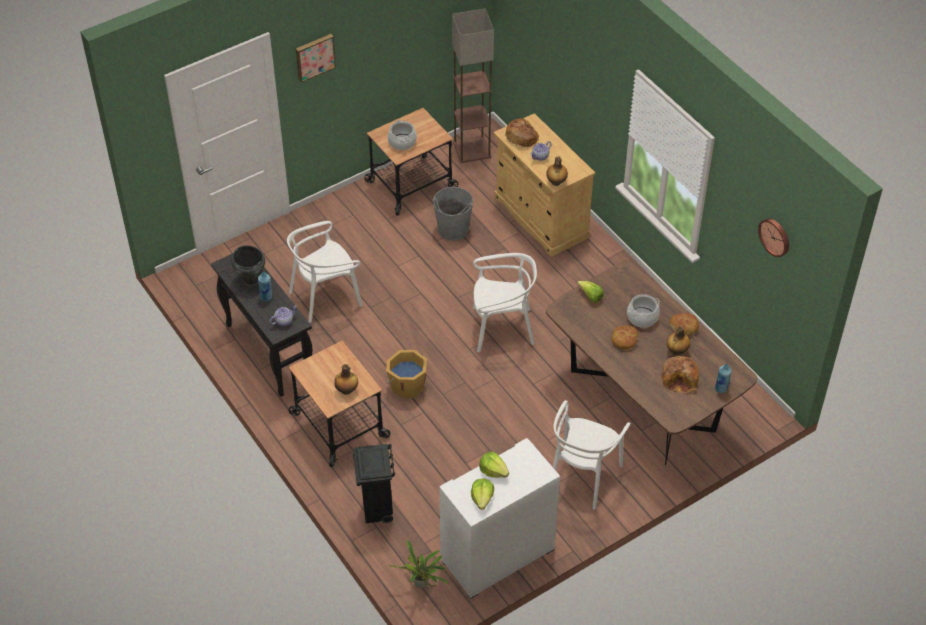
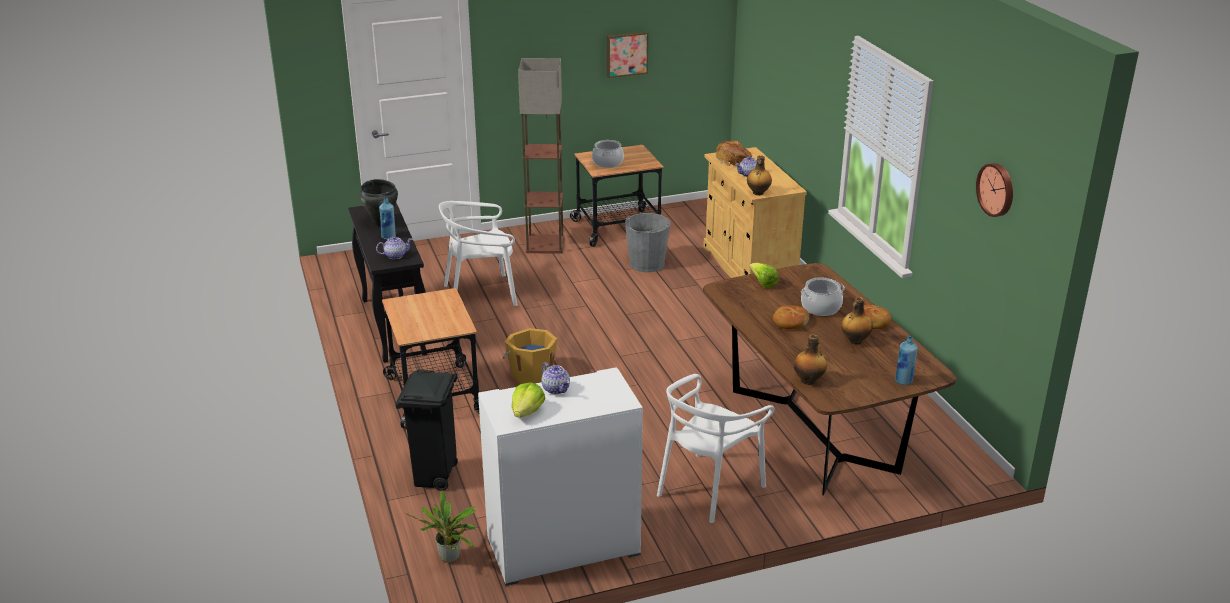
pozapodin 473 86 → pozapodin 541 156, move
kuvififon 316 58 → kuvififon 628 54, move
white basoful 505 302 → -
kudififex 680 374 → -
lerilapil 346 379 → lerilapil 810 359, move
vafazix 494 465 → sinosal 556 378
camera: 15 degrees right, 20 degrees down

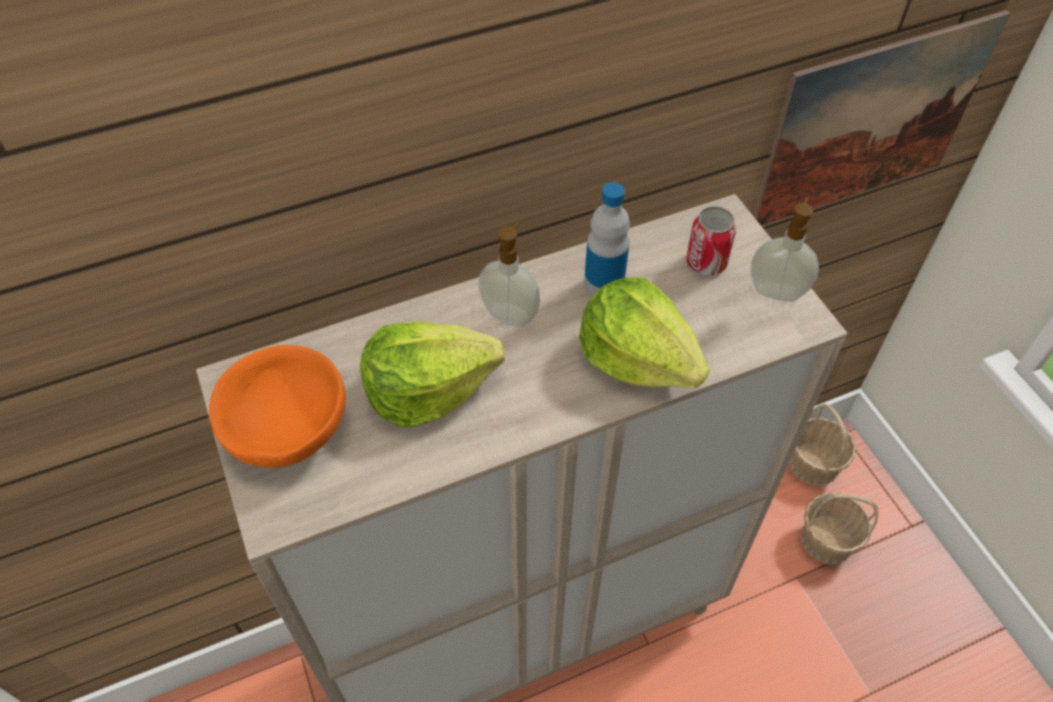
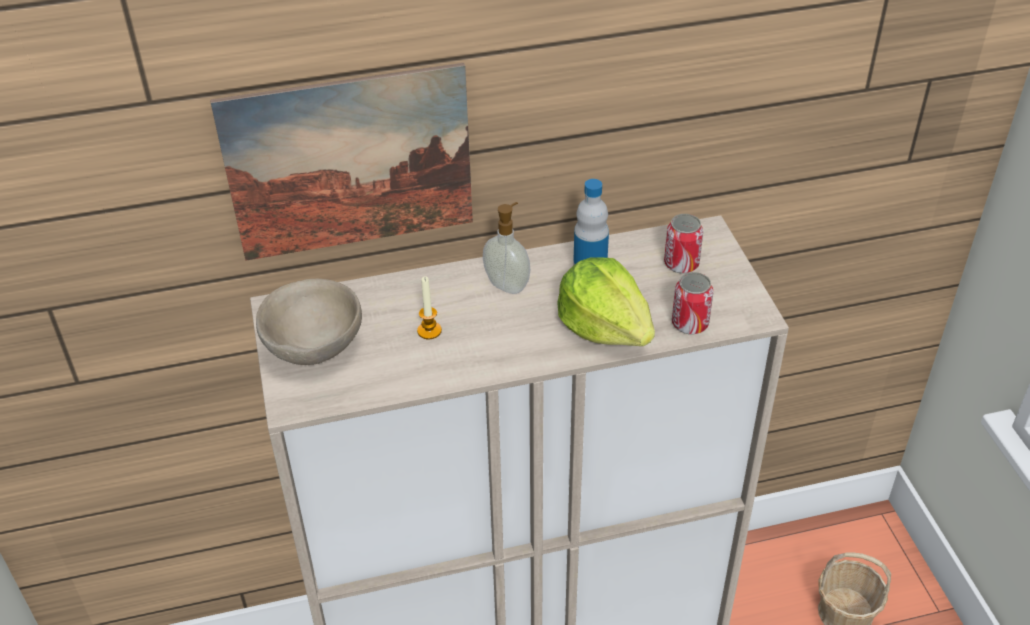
kuvififon 882 117 → kuvififon 341 162, move
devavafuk 785 249 → -
vafazix 432 374 → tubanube 429 308
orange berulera 277 406 → beige berulera 309 322
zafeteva 822 445 → -
- → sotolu 692 303
camera: 10 degrees right, 10 degrees down

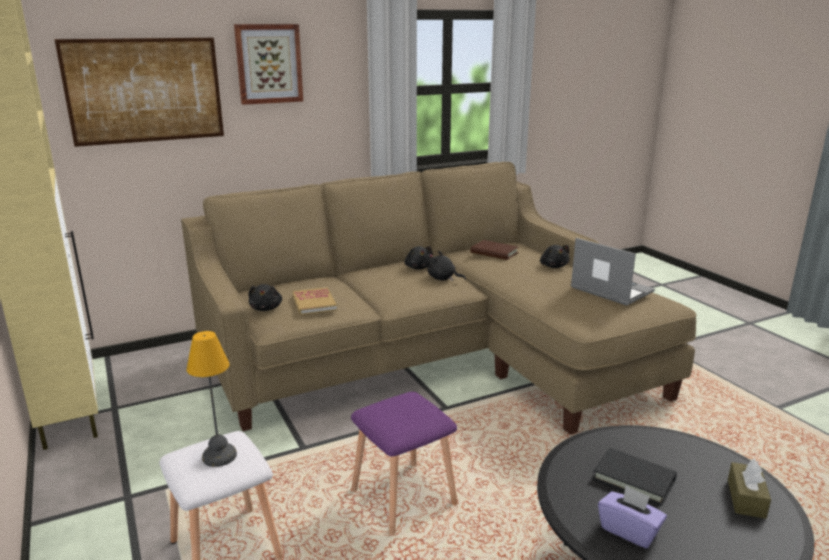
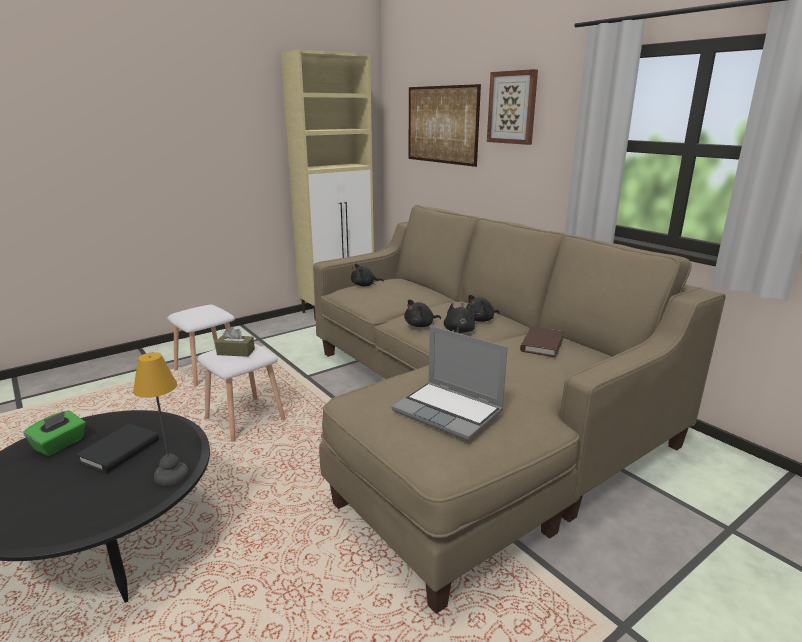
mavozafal 613 272 → mavozafal 450 383, 90 degrees clockwise
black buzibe 555 256 → black buzibe 422 313, move
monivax 314 301 → -
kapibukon 212 399 → kapibukon 161 418, move
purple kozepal 404 463 → white kozepal 241 392
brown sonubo 749 489 → brown sonubo 235 342, move
purple sonubo 632 516 → green sonubo 54 433
camera: 80 degrees right, 0 degrees up

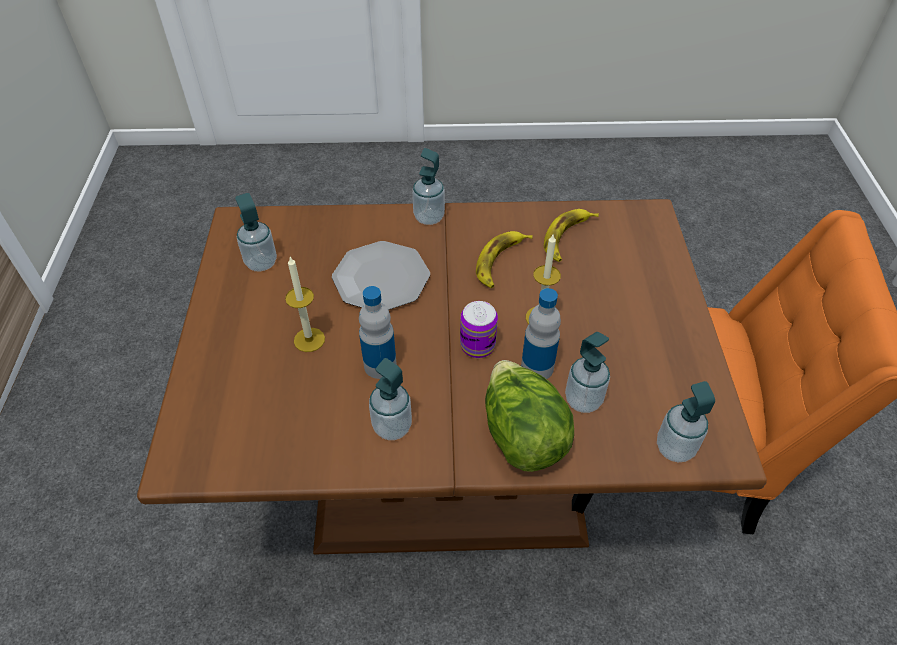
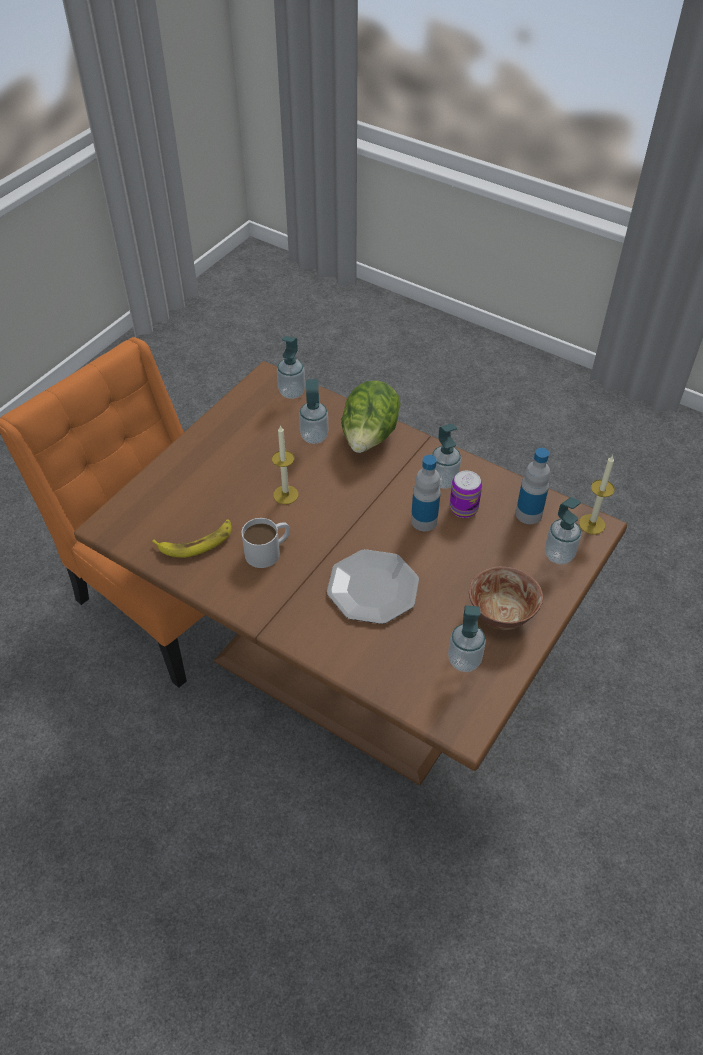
devavafuk 428 186 → devavafuk 563 531, move
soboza 504 259 → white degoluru 266 543
tubanube 305 304 → tubanube 596 494, move
lerilapil 541 333 → lerilapil 533 486, move
sotolu 479 329 → sotolu 466 494, move
- → berulera 506 598
camera: 145 degrees left, 0 degrees up

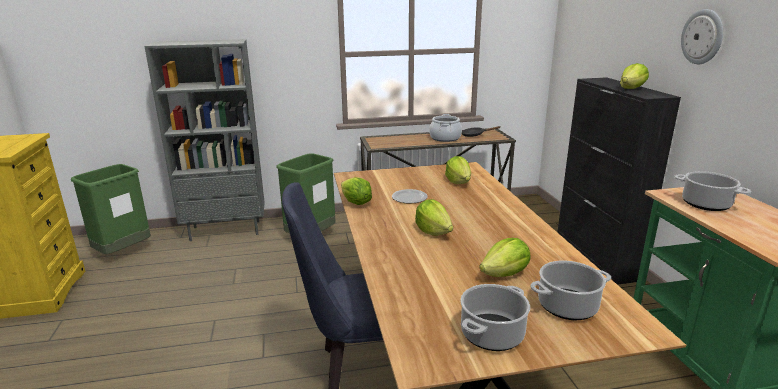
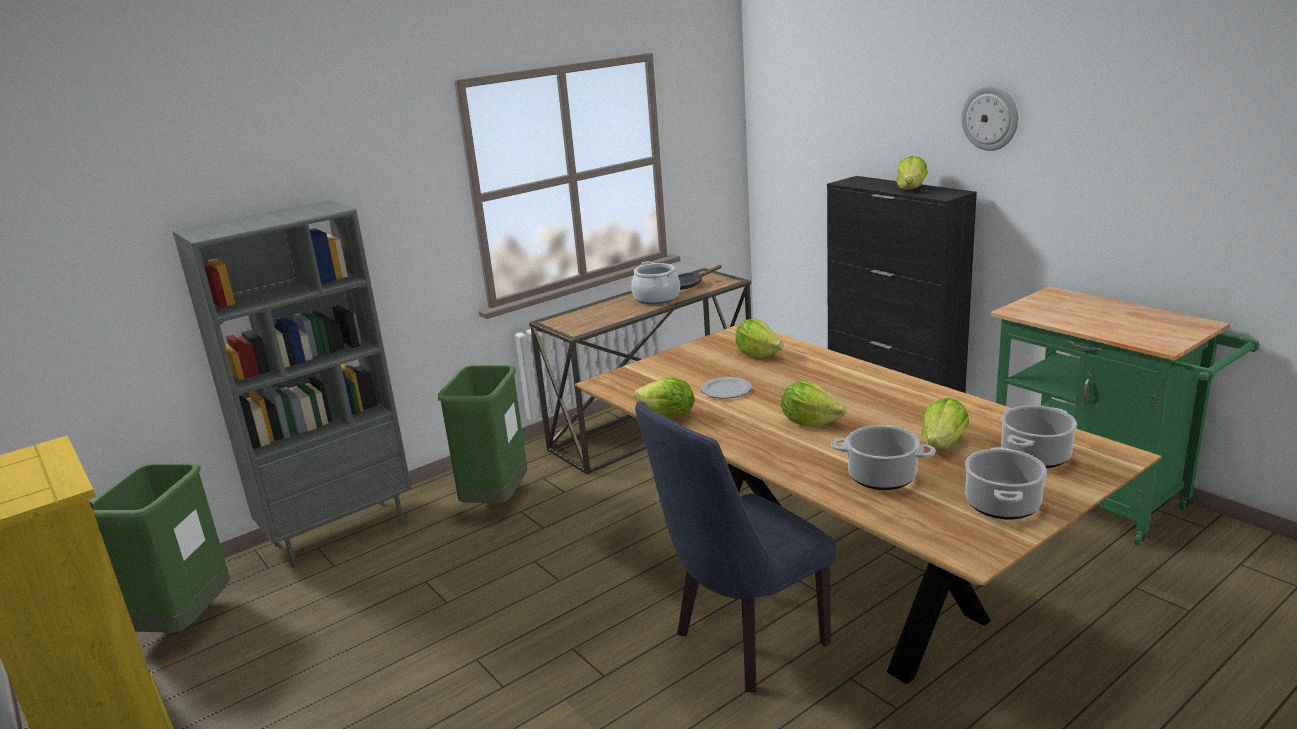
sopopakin 712 191 → sopopakin 883 457, move
camera: 25 degrees left, 0 degrees up

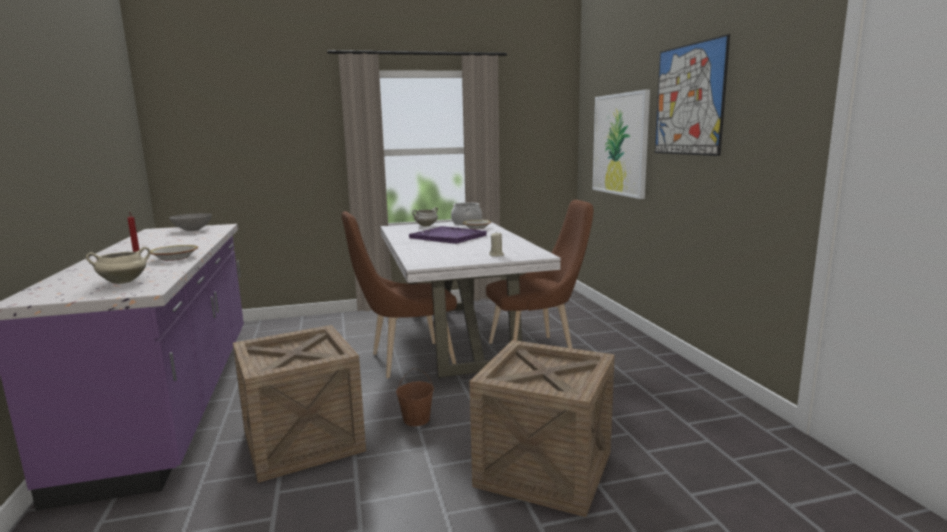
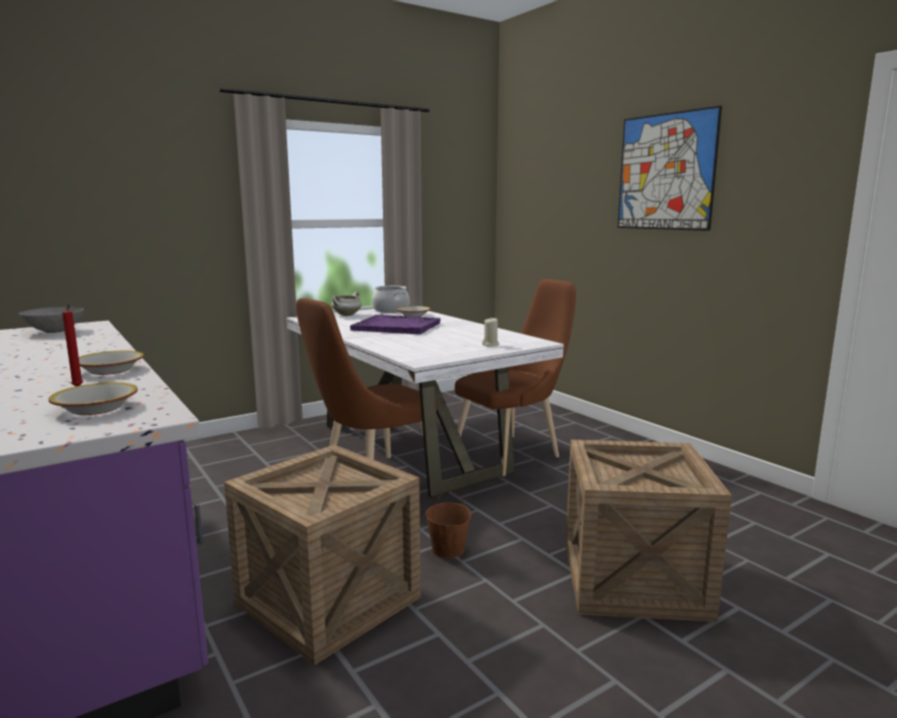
kuvififon 621 144 → -
beige sopopakin 118 265 → berulera 93 398
camera: 20 degrees left, 0 degrees up

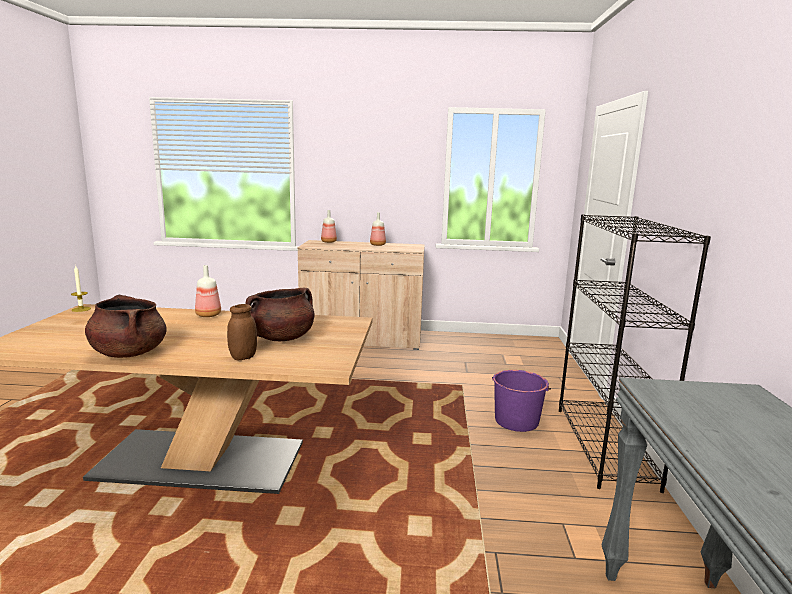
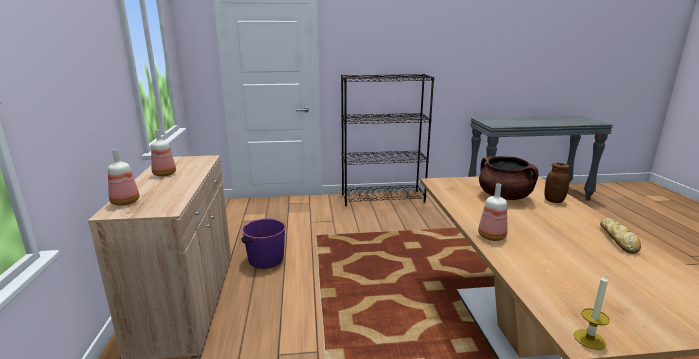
brown sopopakin 126 326 → kudififex 620 236
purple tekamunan 521 401 → purple tekamunan 263 243, move
camera: 100 degrees left, 5 degrees up

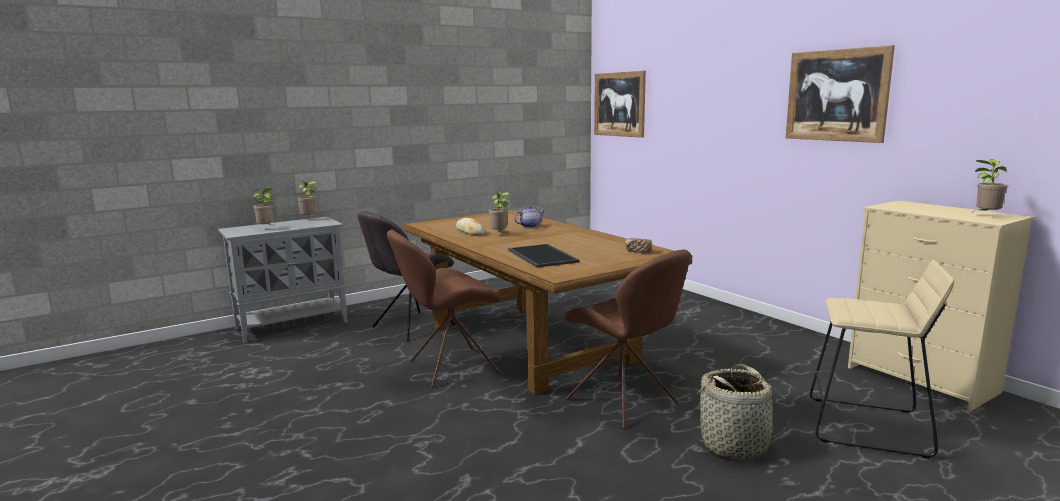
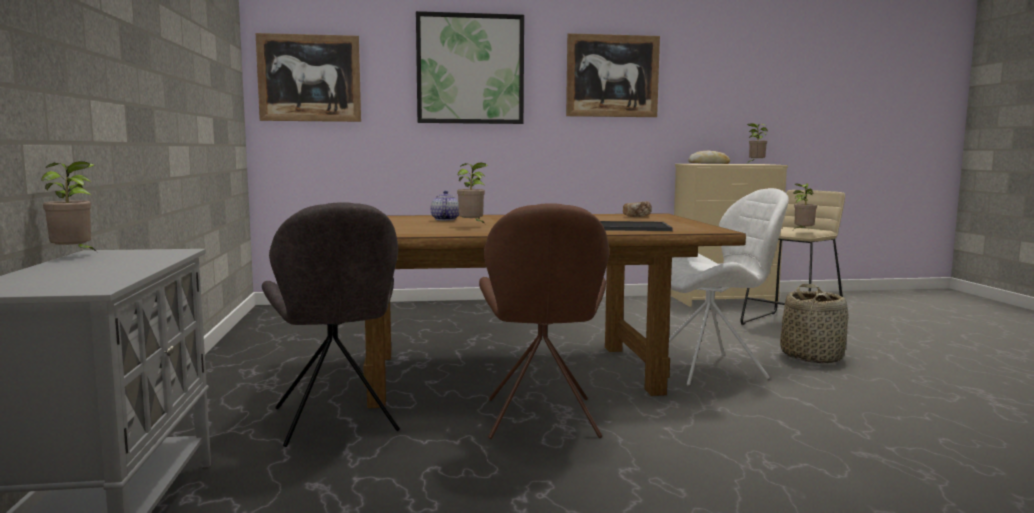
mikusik 264 206 → mikusik 805 206, move
kudififex 470 227 → kudififex 709 157, move
brown basoful 627 339 → white basoful 729 287
- → kuvififon 470 67
camera: 65 degrees left, 5 degrees down

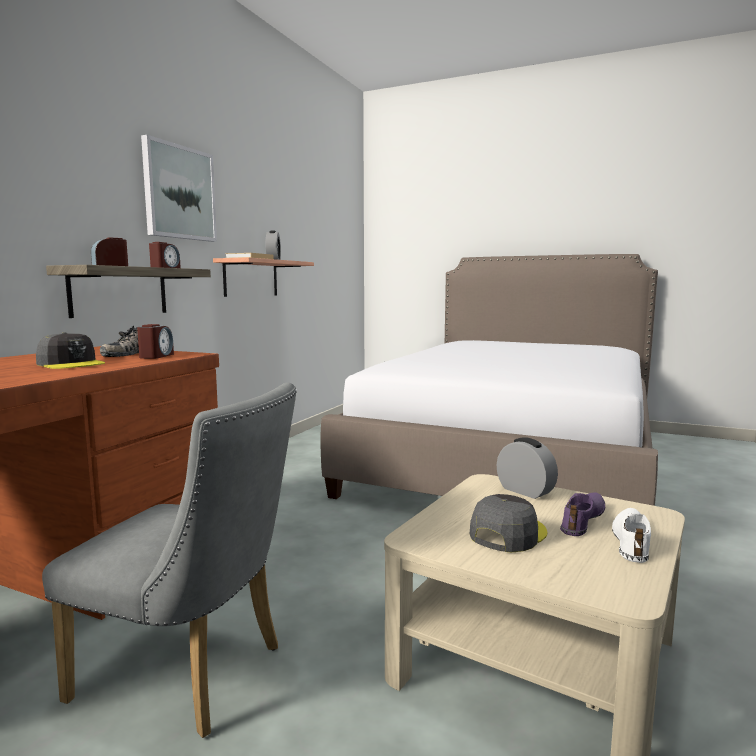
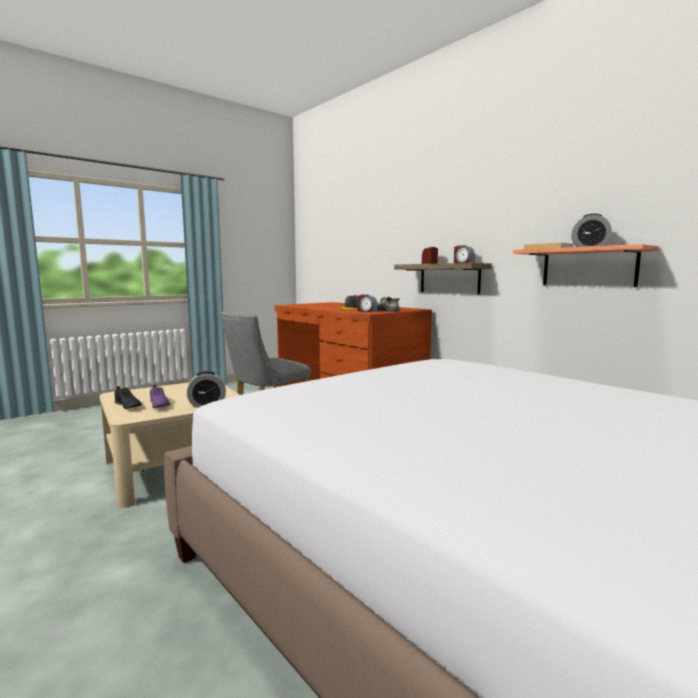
kuvififon 179 188 → -
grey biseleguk 508 523 → -
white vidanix 631 535 → black vidanix 128 397
camera: 115 degrees right, 0 degrees up

